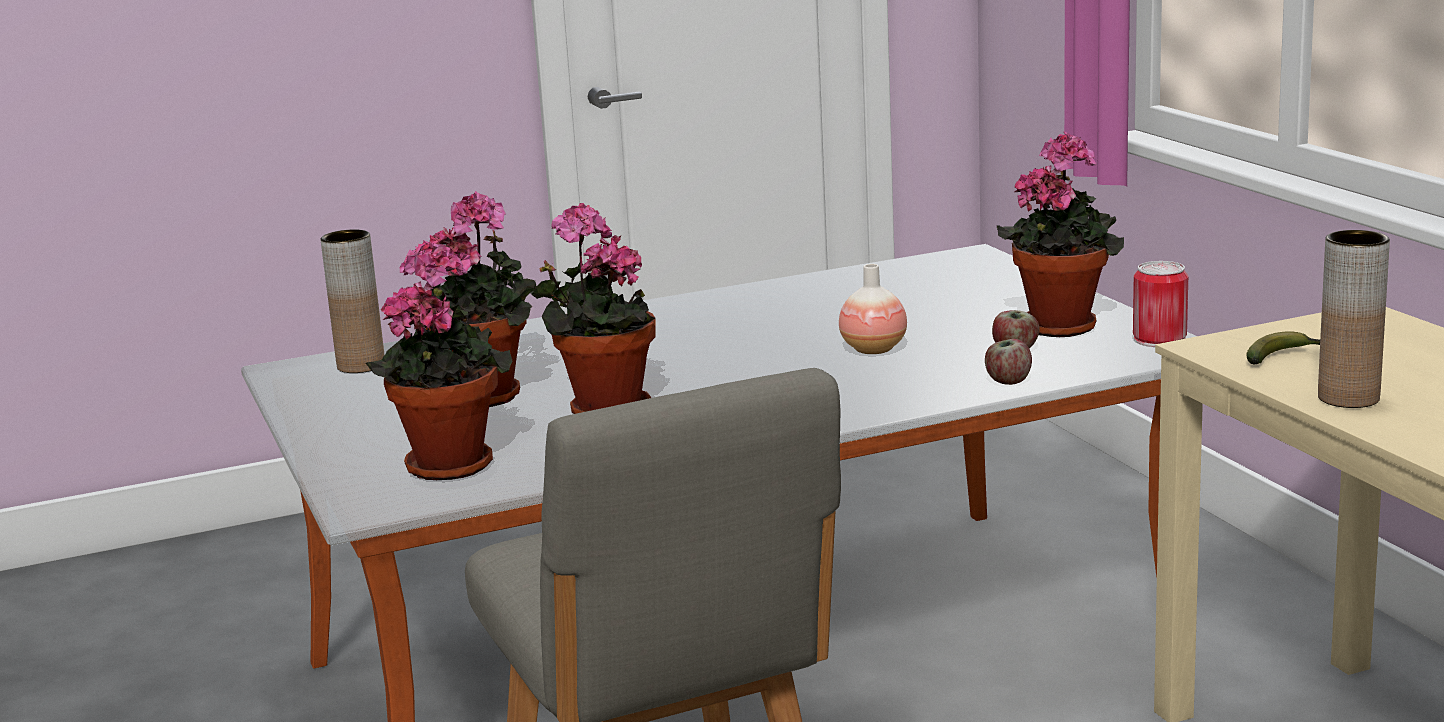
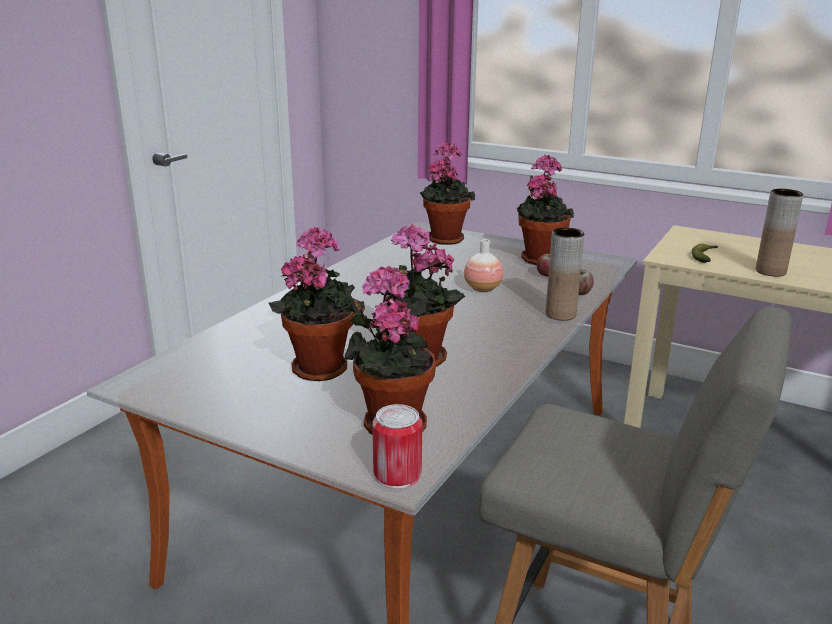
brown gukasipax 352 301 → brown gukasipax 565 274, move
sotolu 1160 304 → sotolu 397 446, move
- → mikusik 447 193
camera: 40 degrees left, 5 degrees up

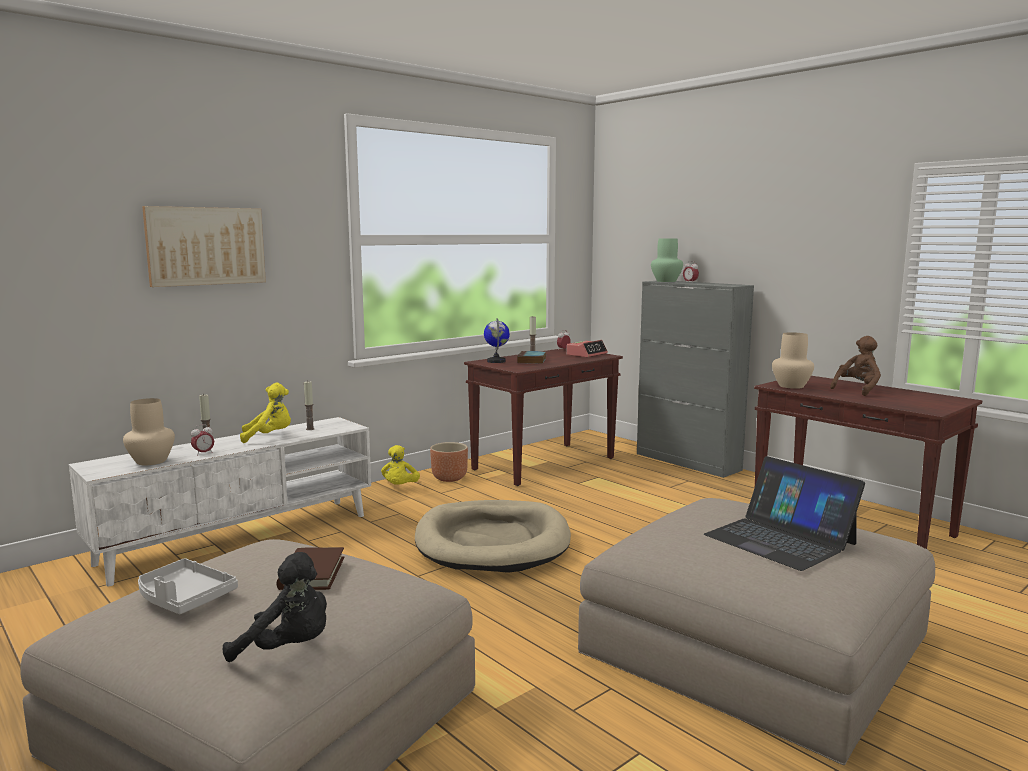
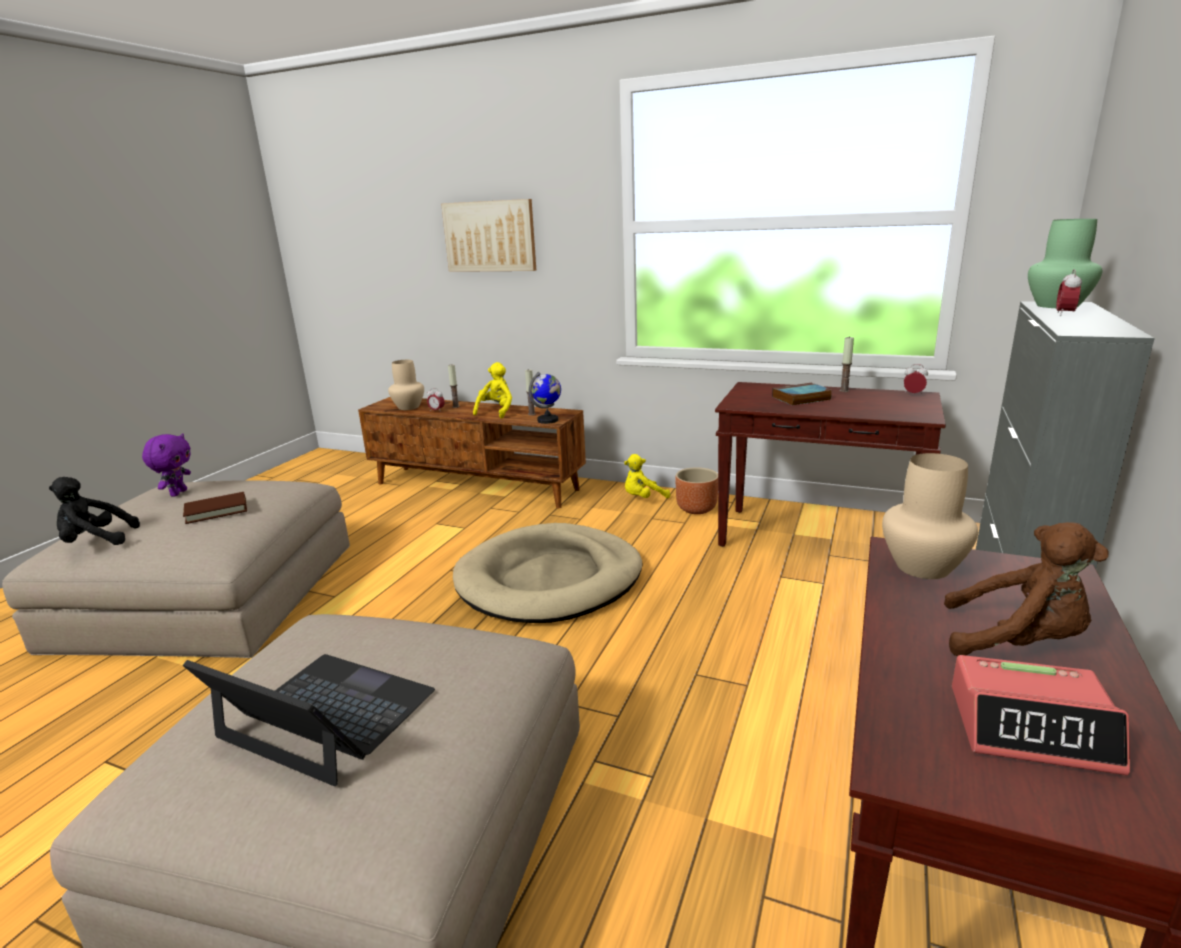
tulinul 497 340 → tulinul 545 398, move
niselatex 587 348 → niselatex 1041 715, move
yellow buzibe 265 413 → yellow buzibe 492 390, 120 degrees counterclockwise
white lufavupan 220 501 → brown lufavupan 472 452
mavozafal 784 513 → mavozafal 309 720, 90 degrees clockwise
black buzibe 275 607 → black buzibe 94 511, 90 degrees clockwise
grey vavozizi 188 586 → purple buzibe 166 464
camera: 65 degrees right, 10 degrees up

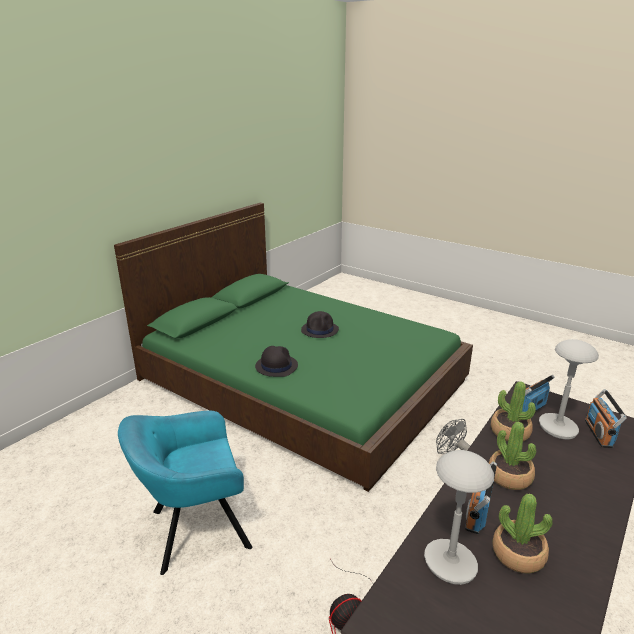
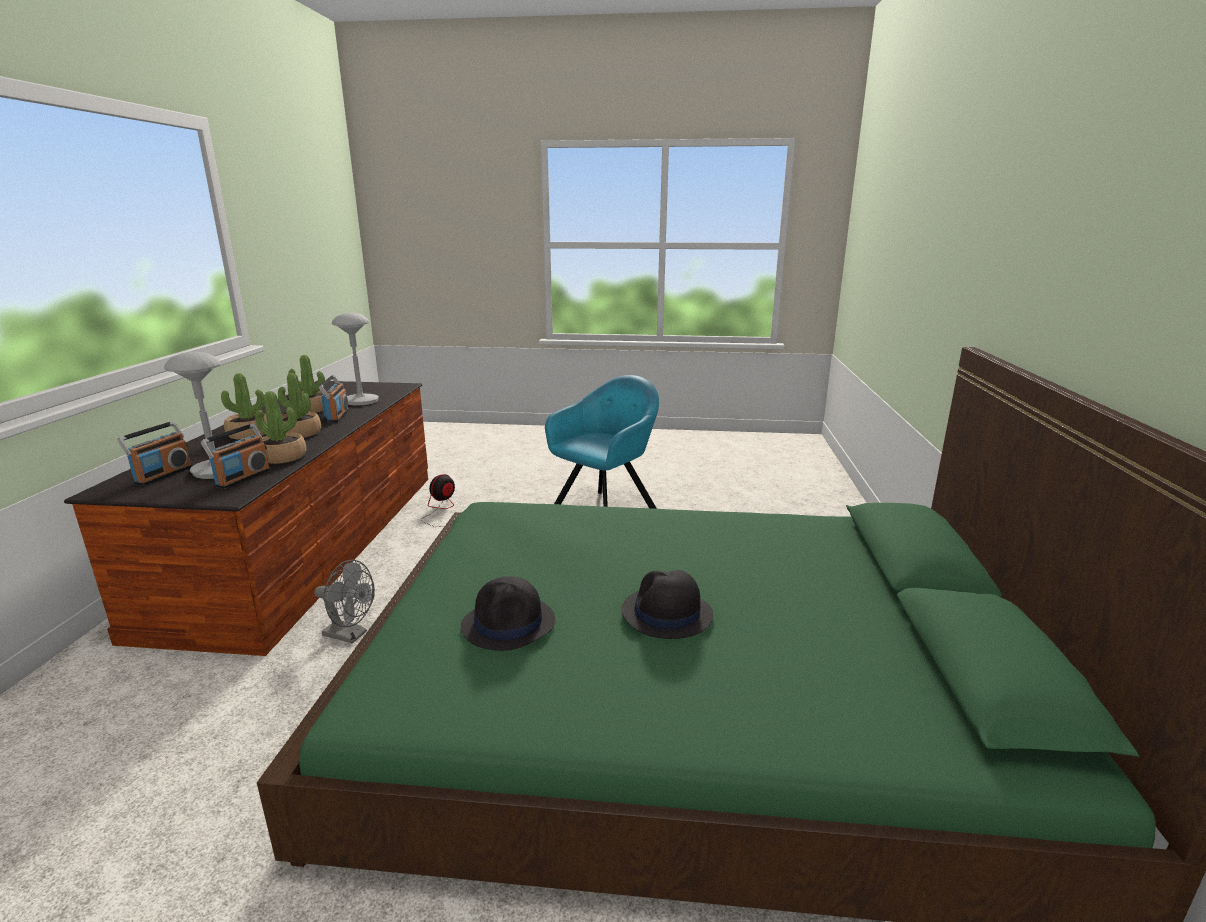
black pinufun 276 361 → black pinufun 508 613, move
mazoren 606 418 → mazoren 154 453, 45 degrees clockwise
- → mikusik 244 406
camera: 150 degrees right, 5 degrees down

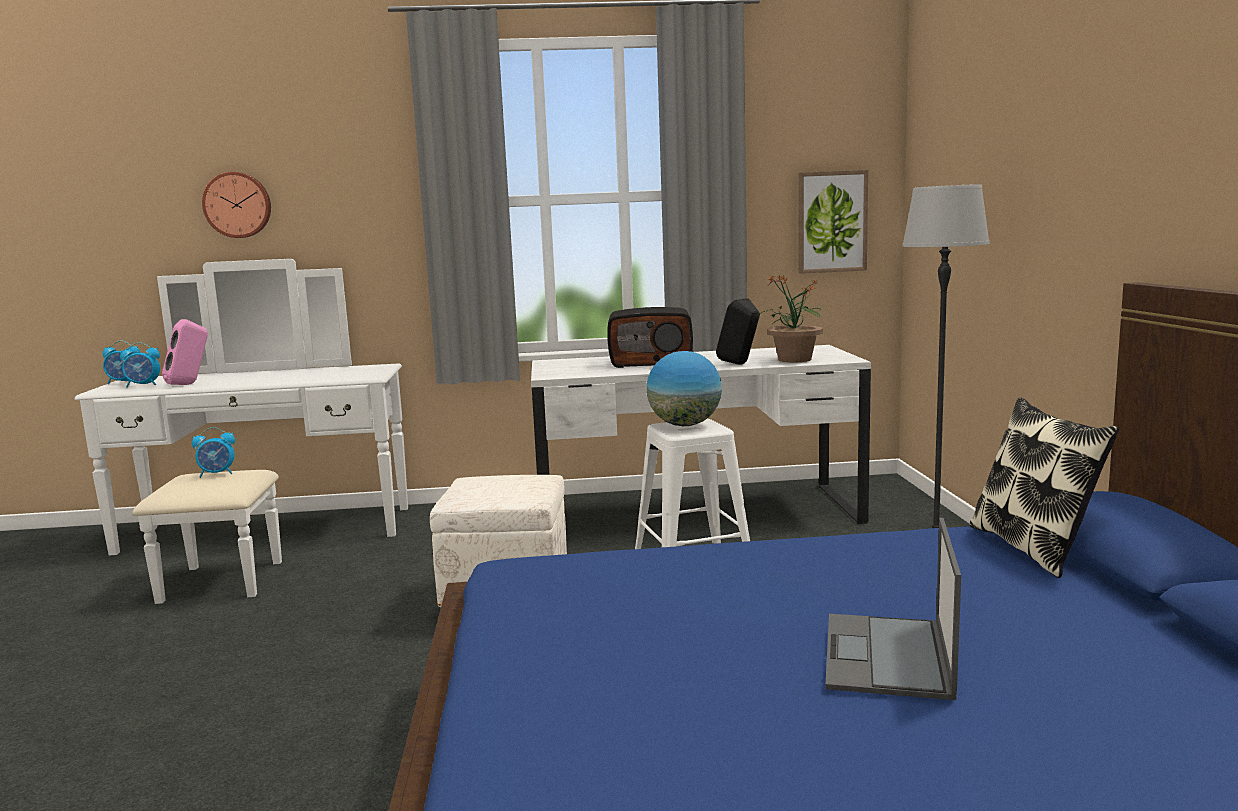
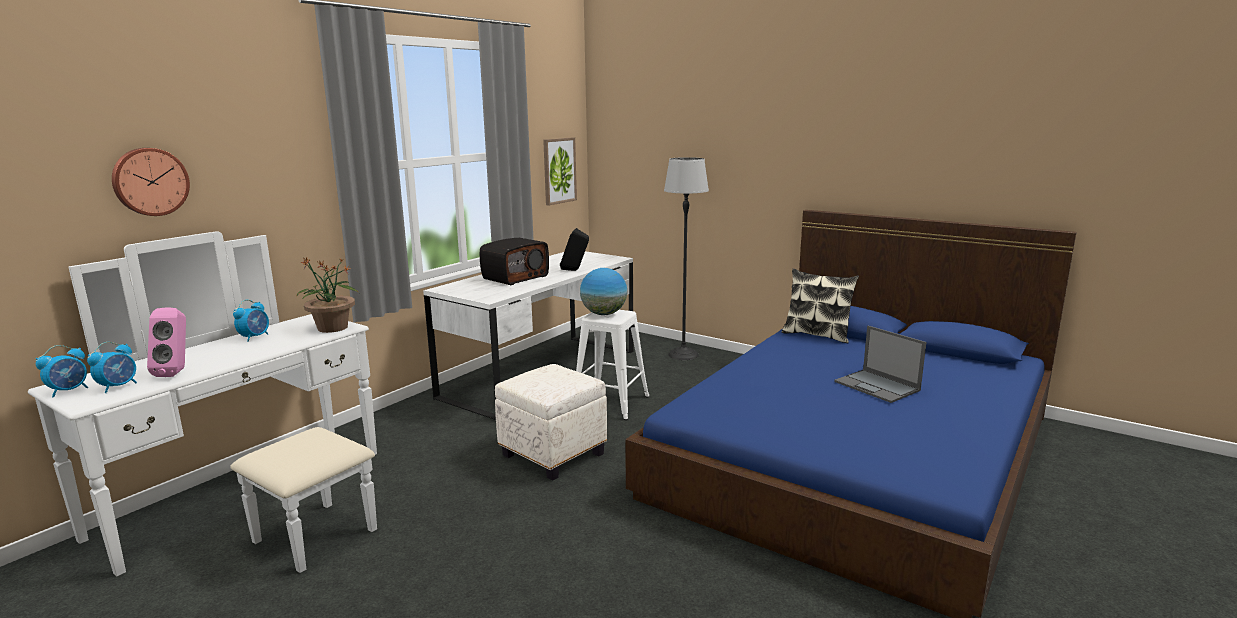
mikusik 791 318 → mikusik 328 295, move
niselatex 213 452 → niselatex 251 321, move
camera: 50 degrees left, 5 degrees up

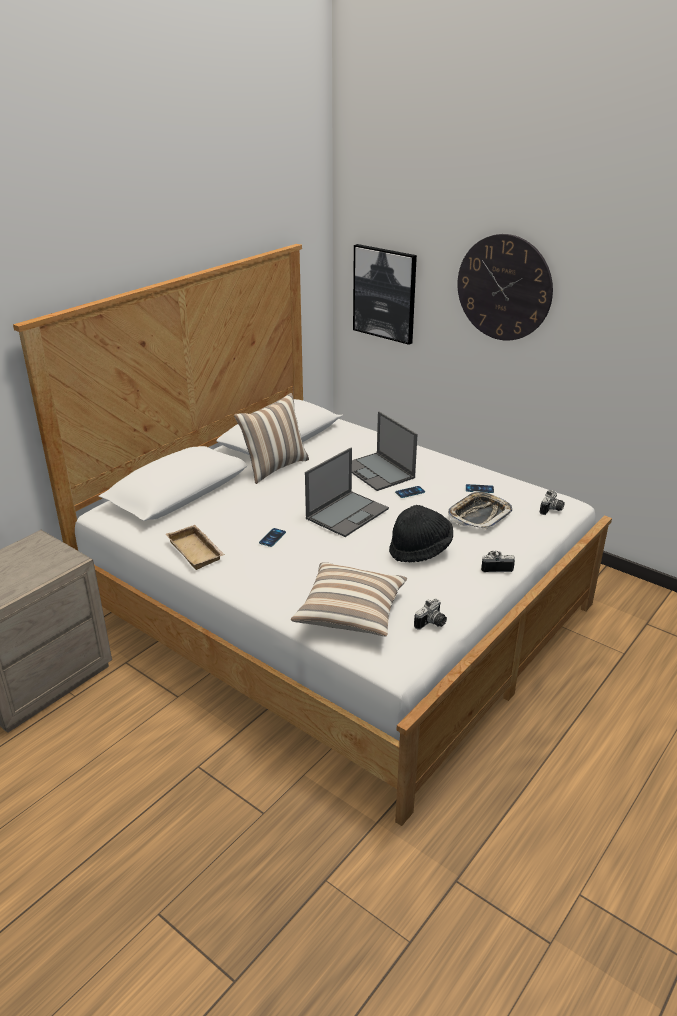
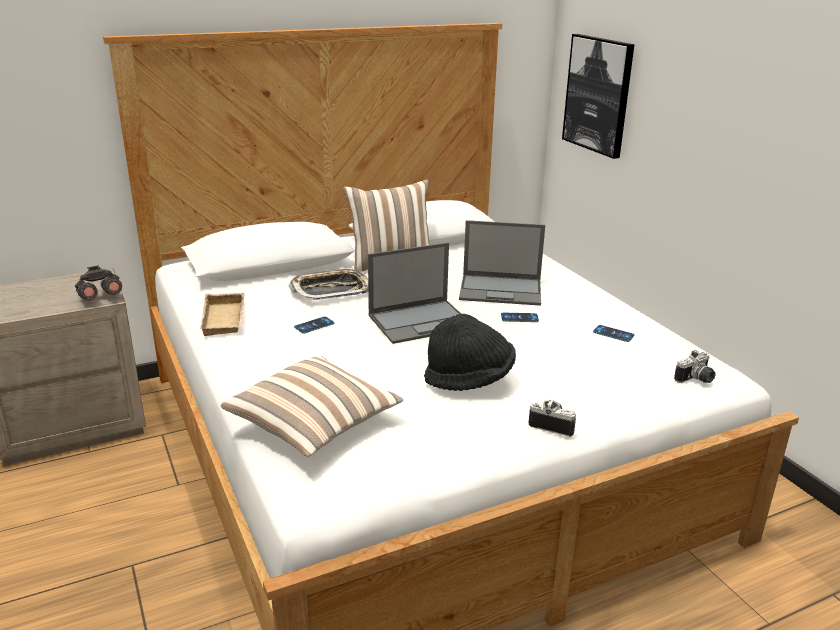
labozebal 505 287 → -
mavozafal 384 451 → mavozafal 502 263, 75 degrees counterclockwise
vavozizi 480 510 → vavozizi 328 284, move
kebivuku 430 614 → -
- → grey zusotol 98 282
camera: 25 degrees right, 5 degrees down

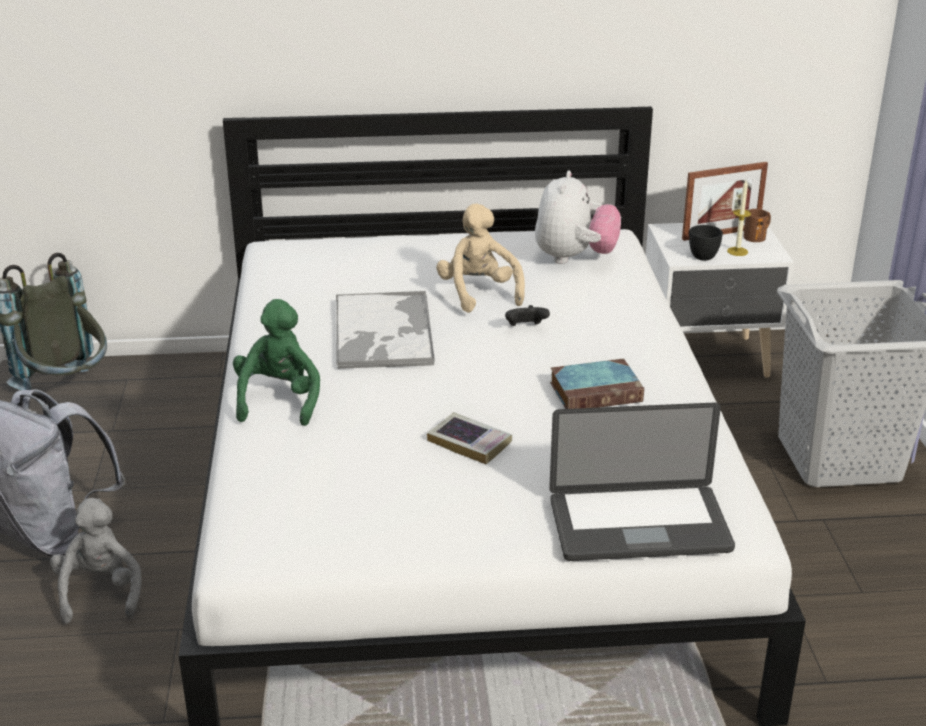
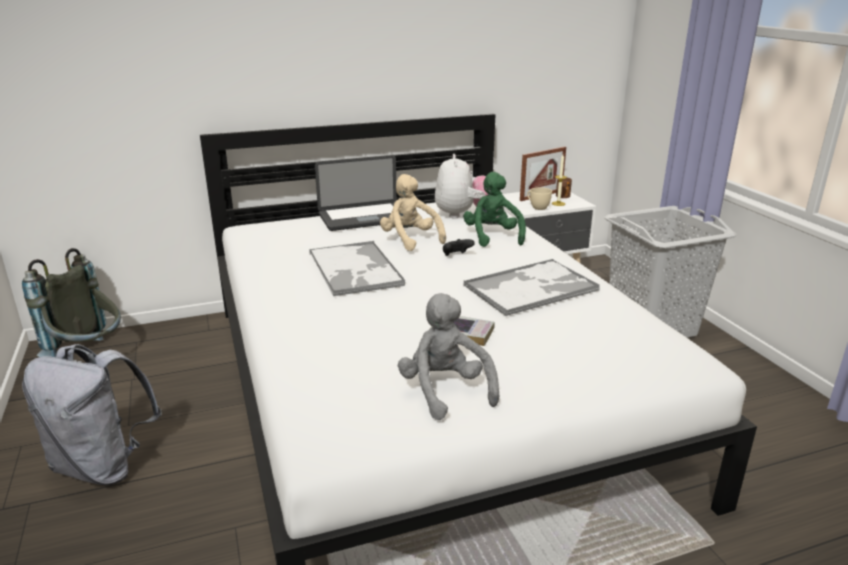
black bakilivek 706 243 → beige bakilivek 539 198
green buzibe 276 362 → green buzibe 494 209, move
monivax 597 384 → vavozizi 531 288
mavozafal 642 482 → mavozafal 356 193, move
grey buzibe 96 561 → grey buzibe 448 356, move
camera: 15 degrees left, 5 degrees down

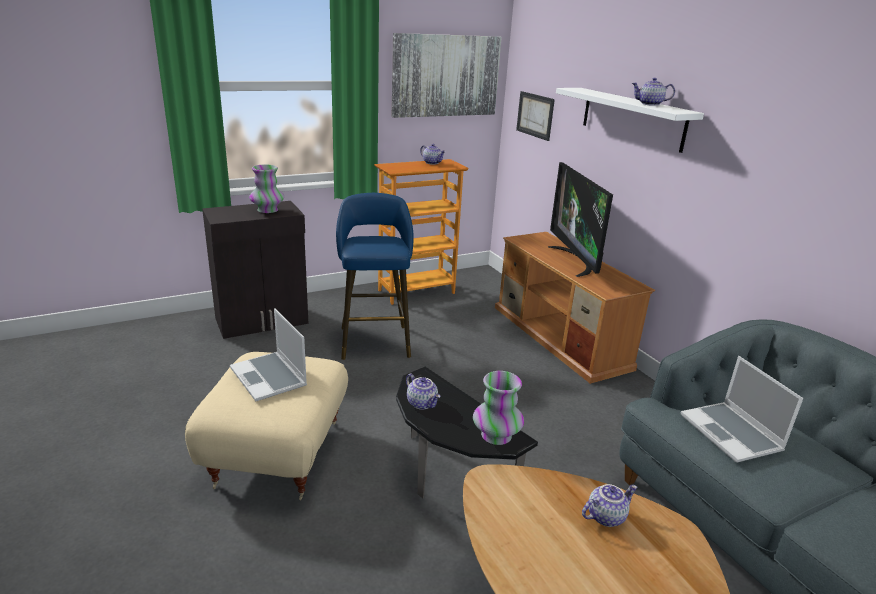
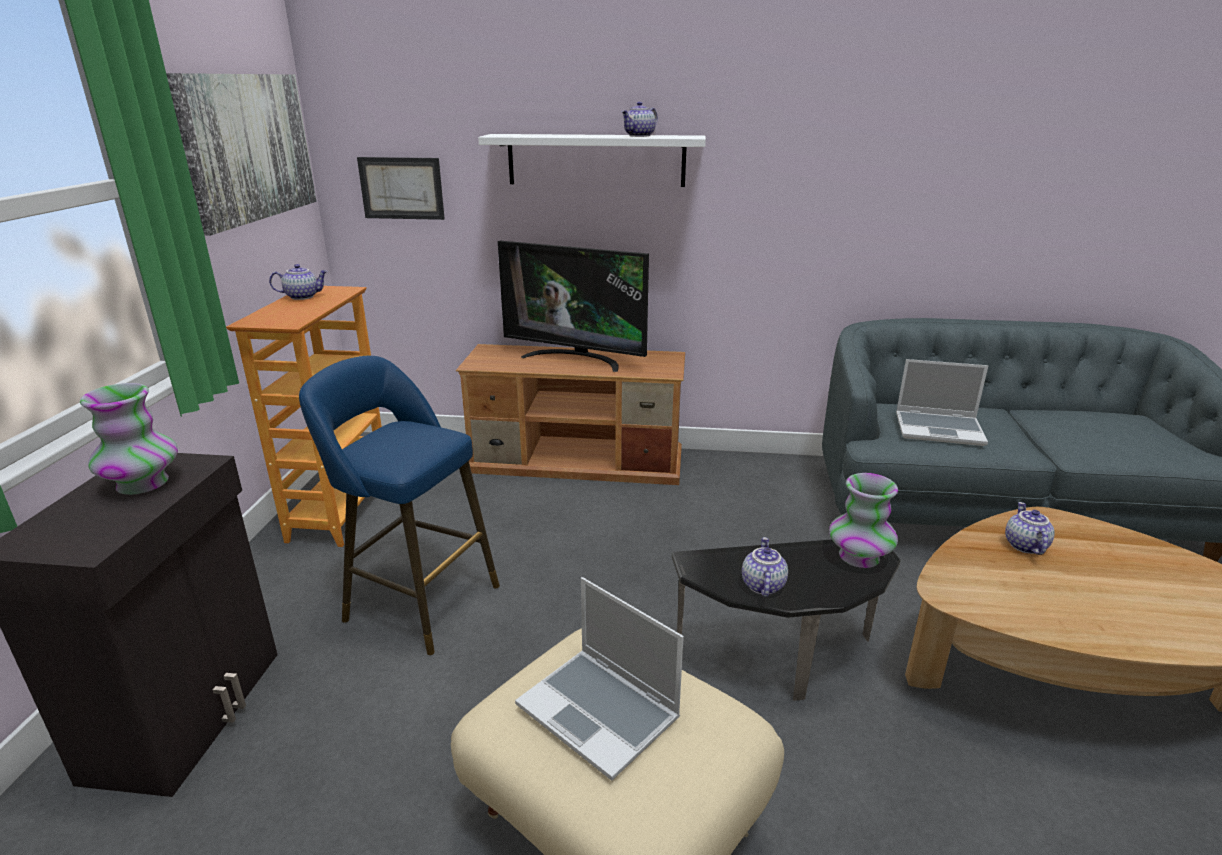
mavozafal 268 354 → mavozafal 599 679, 45 degrees clockwise
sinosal 423 392 → sinosal 765 567, 75 degrees counterclockwise
camera: 55 degrees left, 0 degrees up

